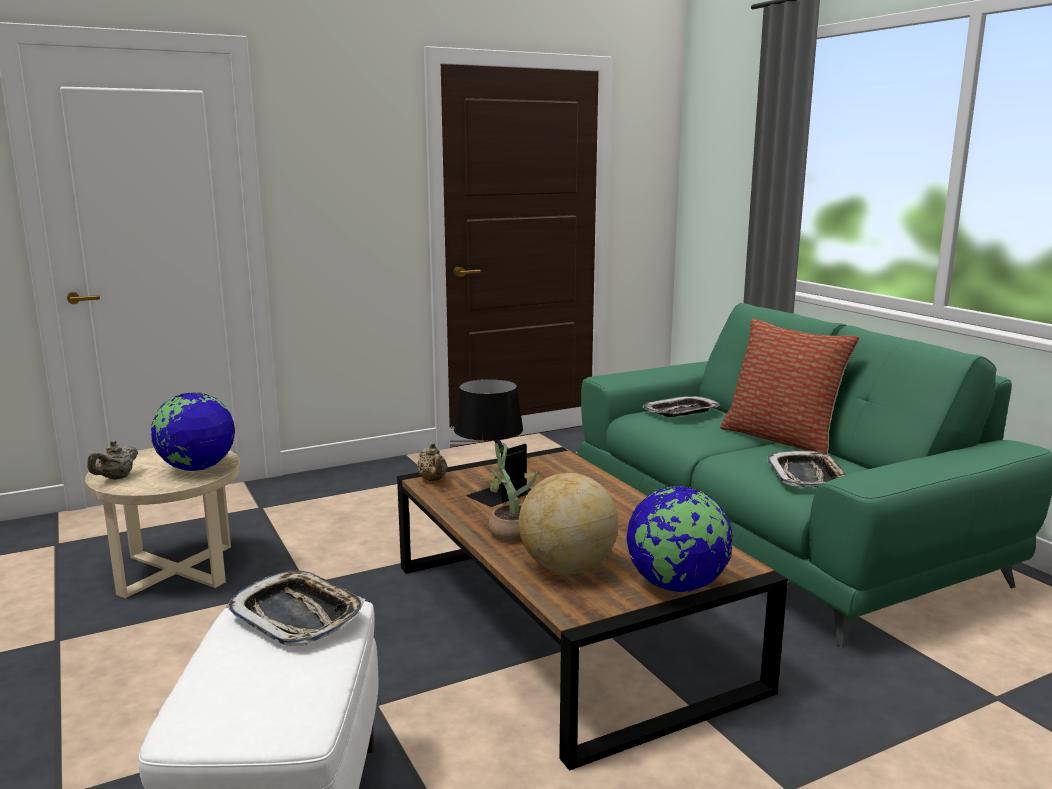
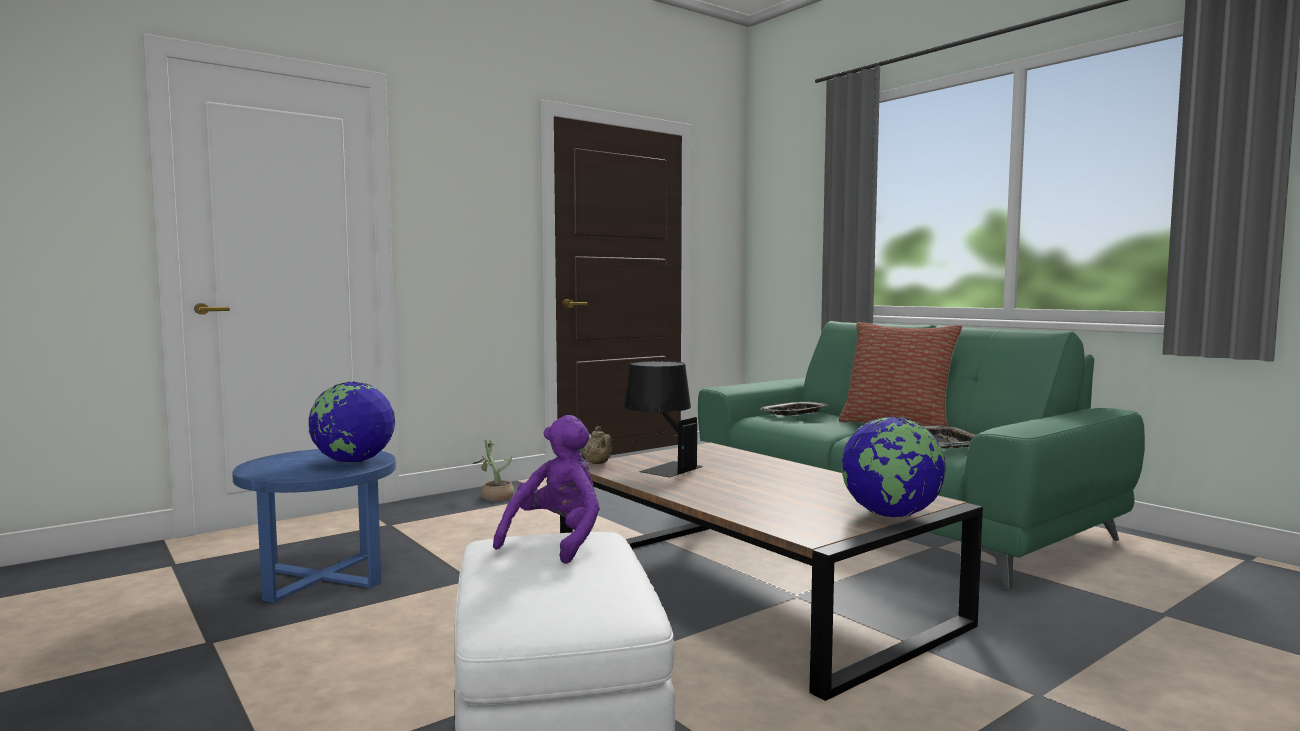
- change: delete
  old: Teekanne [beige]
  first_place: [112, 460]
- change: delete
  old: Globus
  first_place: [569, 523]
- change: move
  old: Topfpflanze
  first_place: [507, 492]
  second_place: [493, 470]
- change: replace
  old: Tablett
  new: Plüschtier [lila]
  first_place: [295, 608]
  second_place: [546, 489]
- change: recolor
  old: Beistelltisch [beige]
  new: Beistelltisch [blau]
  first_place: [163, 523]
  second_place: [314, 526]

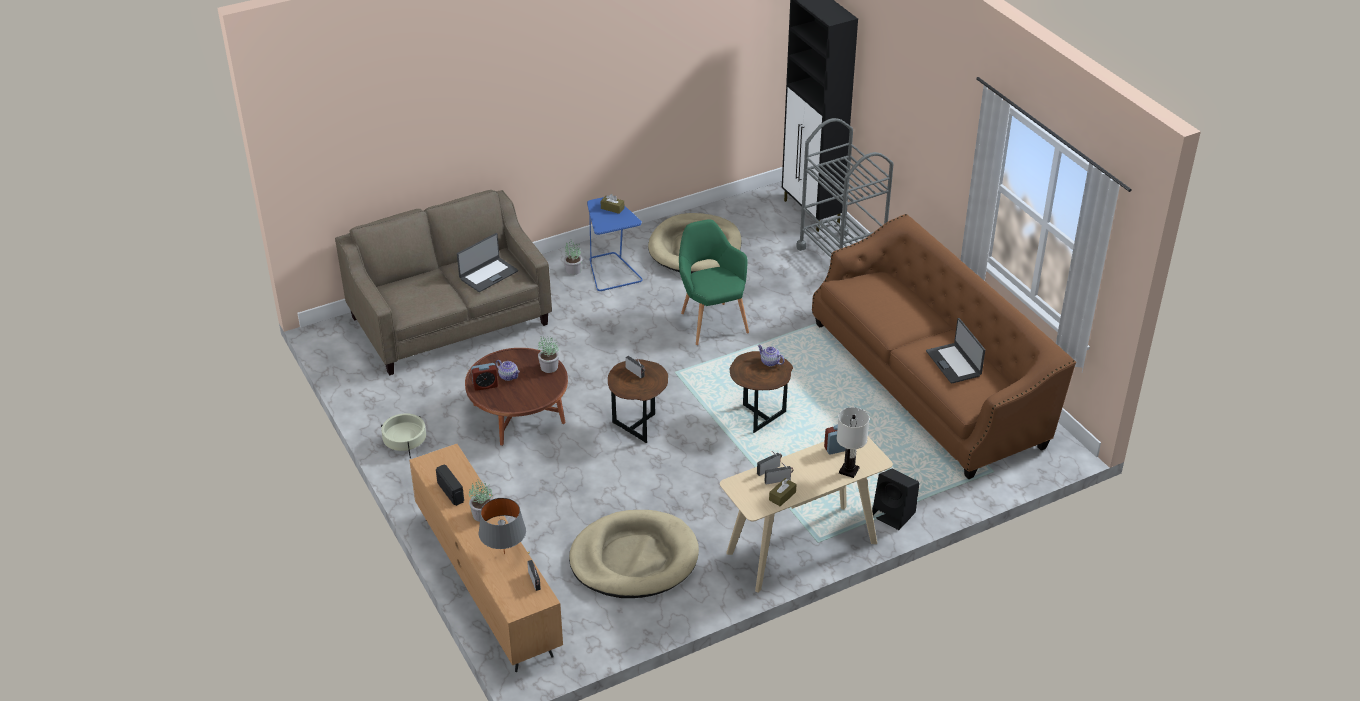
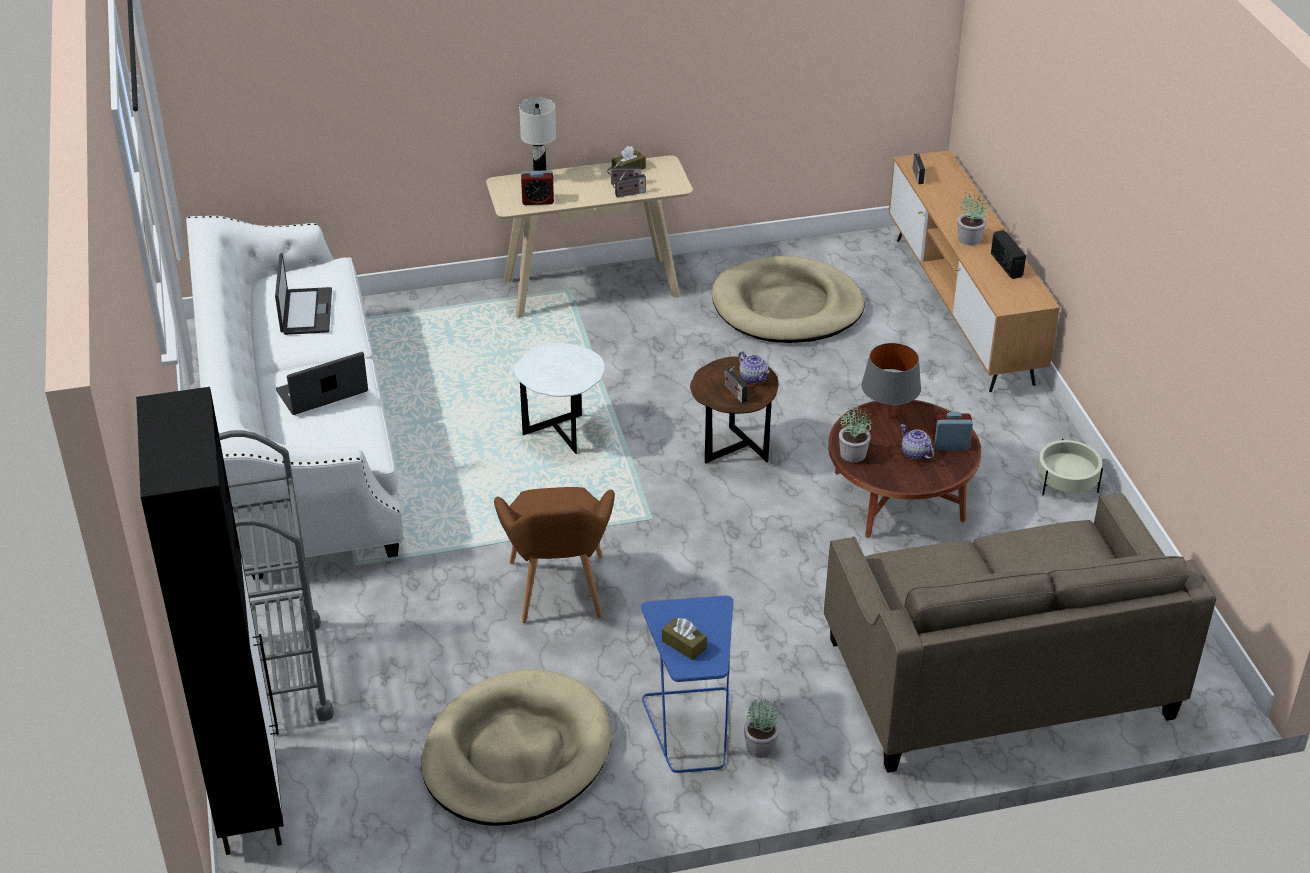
- change: delete
  old: Lautsprecher [schwarz]
  first_place: [895, 499]
- change: move
  old: Laptop
  first_place: [487, 262]
  second_place: [322, 383]
- change: move
  old: Tischlampe [grau]
  first_place: [502, 526]
  second_place: [891, 380]
- change: move
  old: Teekanne
  first_place: [770, 356]
  second_place: [754, 368]
- change: recolor
  old: Sessel [grün]
  new: Sessel [braun]
  first_place: [714, 282]
  second_place: [554, 555]
- change: recolor
  old: Beistelltisch [braun]
  new: Beistelltisch [weiß]
  first_place: [761, 392]
  second_place: [559, 398]
- change: recolor
  old: Sofa [braun]
  new: Sofa [weiß]
  first_place: [944, 346]
  second_place: [295, 398]

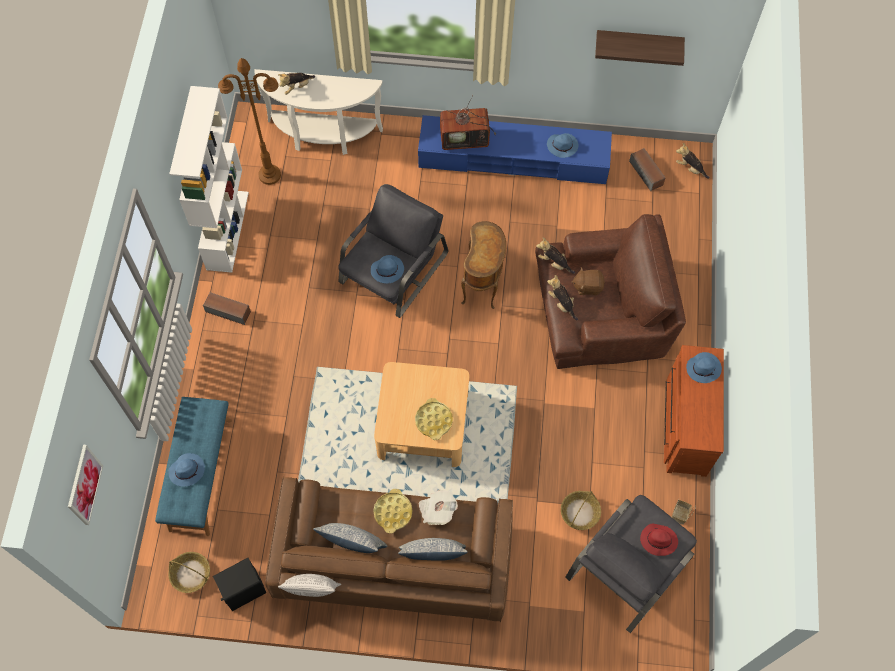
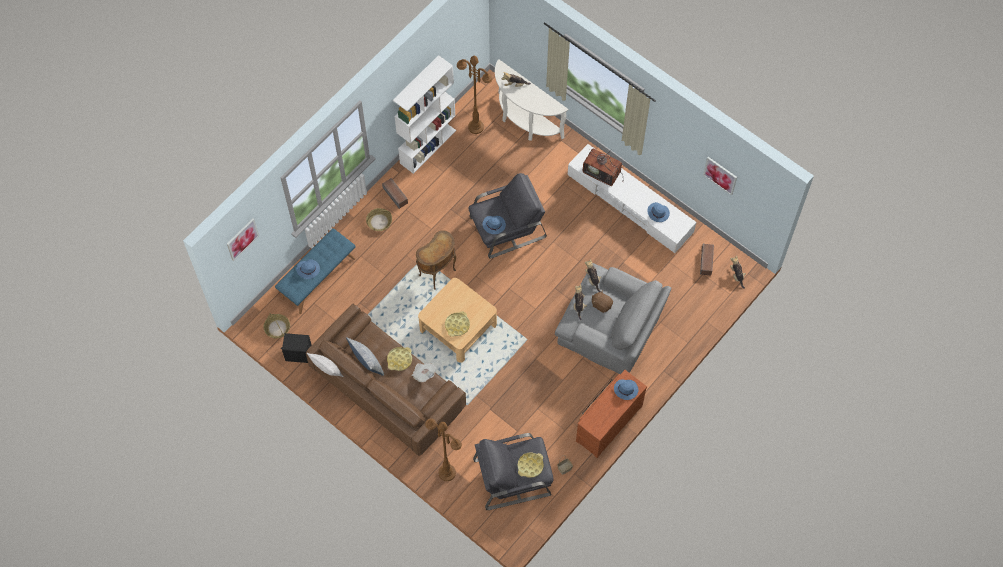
- change: delete
  old: Kissen
  first_place: [433, 549]
- change: insert
  new: Stehlampe [braun]
  second_place: [443, 449]
- change: move
  old: Beistelltisch [braun]
  first_place: [483, 265]
  second_place: [436, 259]
- change: move
  old: Korb
  first_place: [581, 510]
  second_place: [379, 219]
- change: replace
  old: Wandregal
  new: Bild
  first_place: [640, 48]
  second_place: [720, 176]
- change: replace
  old: Hut [rot]
  new: Tablett [gelb]
  first_place: [659, 540]
  second_place: [531, 465]
- change: recolor
  old: Fernsehschrank [blau]
  new: Fernsehschrank [weiß]
  first_place: [515, 149]
  second_place: [632, 198]
- change: recolor
  old: Sessel [braun]
  new: Sessel [grau]
  first_place: [610, 291]
  second_place: [613, 318]

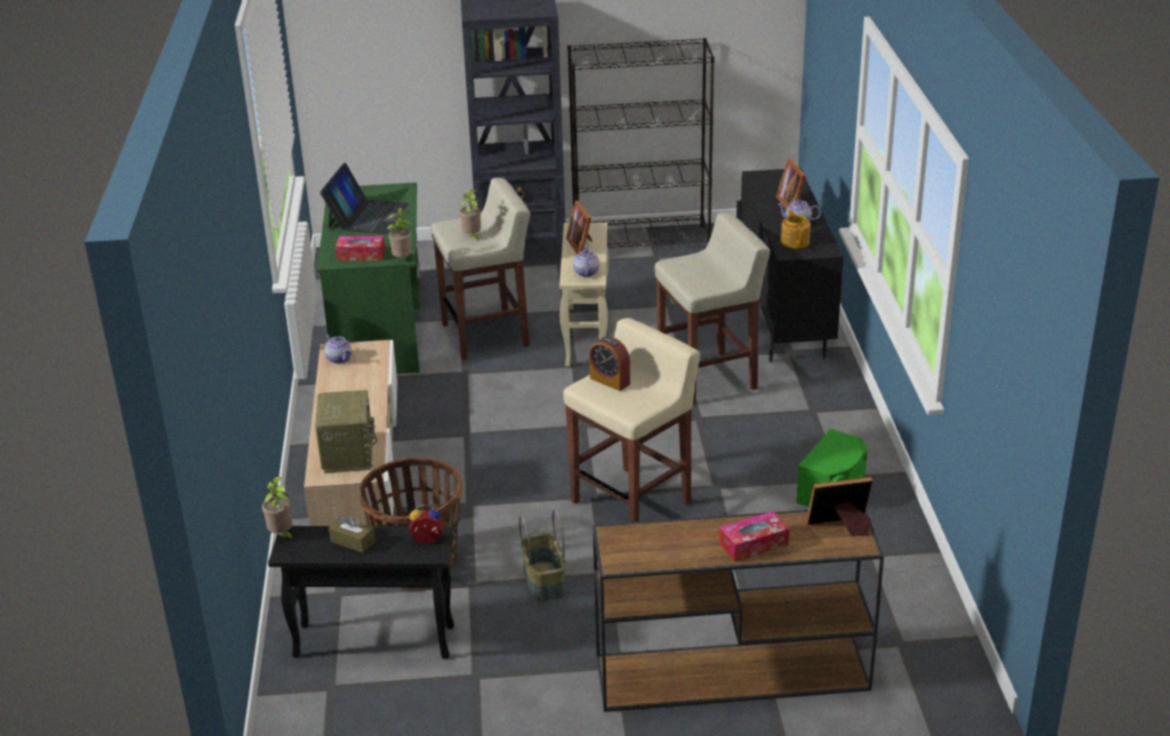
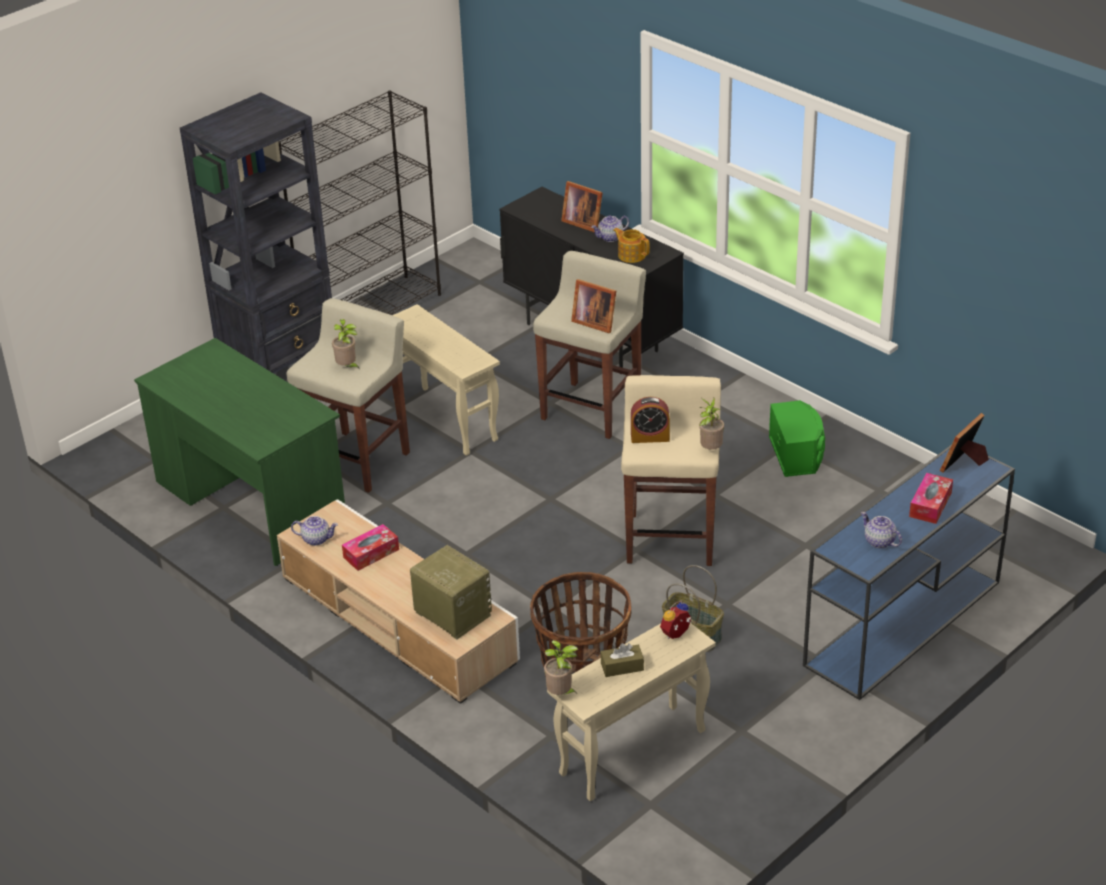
- change: delete
  old: Laptop
  first_place: [364, 198]
- change: move
  old: Taschentuchbox
  first_place: [360, 248]
  second_place: [370, 547]
- change: move
  old: Topfpflanze
  first_place: [399, 232]
  second_place: [711, 424]
- change: move
  old: Bilderrahmen
  first_place: [579, 227]
  second_place: [593, 306]
- change: move
  old: Teekanne
  first_place: [586, 261]
  second_place: [881, 530]
- change: recolor
  old: Beistelltisch [schwarz]
  new: Beistelltisch [beige]
  first_place: [361, 592]
  second_place: [631, 712]
- change: recolor
  old: Konsolentisch [braun]
  new: Konsolentisch [blau]
  first_place: [738, 611]
  second_place: [909, 572]

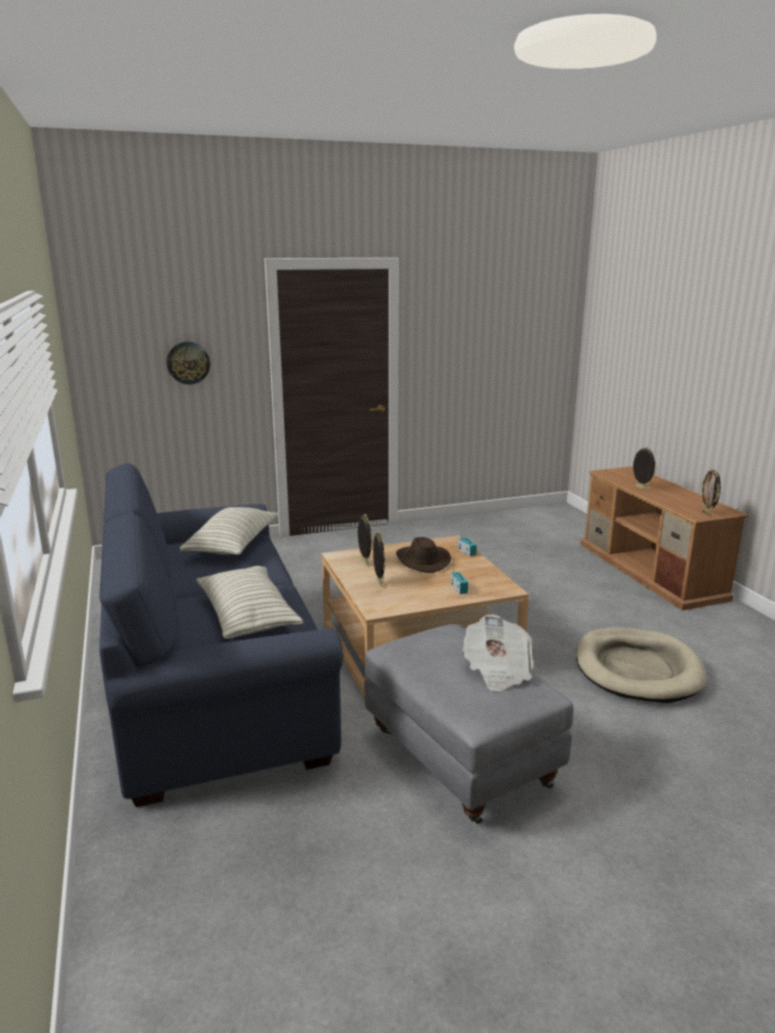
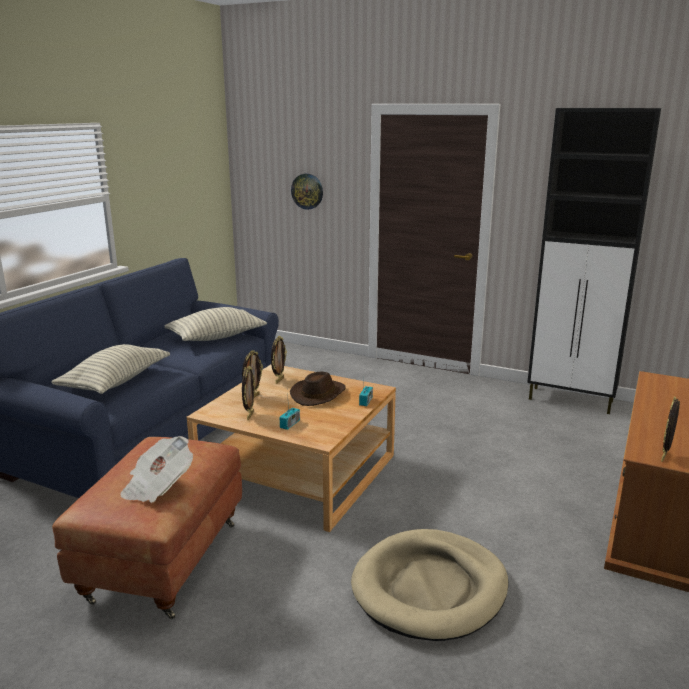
- change: insert
  new: Schrank [schwarz]
  second_place: [594, 261]
- change: move
  old: Bilderrahmen
  first_place: [645, 468]
  second_place: [248, 393]
- change: recolor
  old: Polsterhocker [grau]
  new: Polsterhocker [braun]
  first_place: [468, 724]
  second_place: [147, 528]

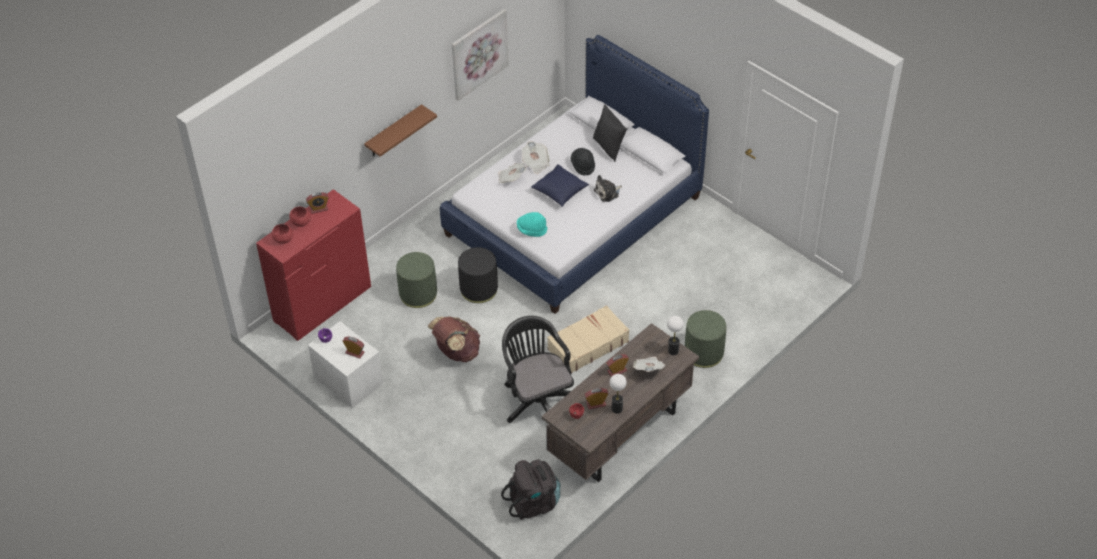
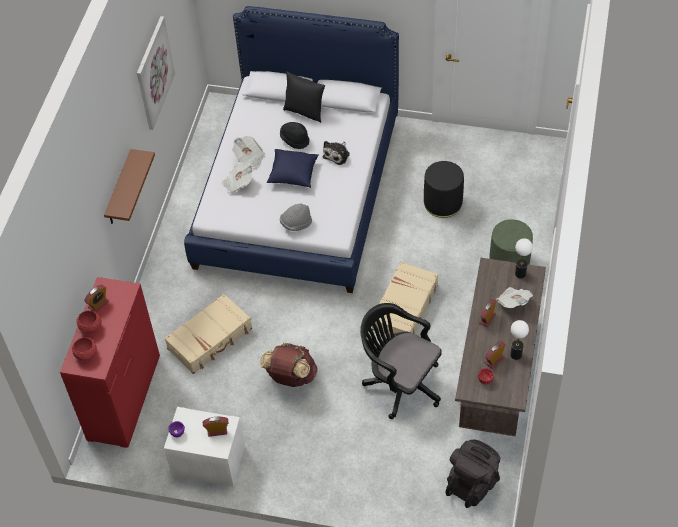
- change: move
  old: Polsterhocker [schwarz]
  first_place: [478, 275]
  second_place: [444, 189]
- change: replace
  old: Polsterhocker [grün]
  new: Koffer [beige]
  first_place: [416, 280]
  second_place: [208, 334]
- change: recolor
  old: Hut [türkis]
  new: Hut [grau]
  first_place: [532, 224]
  second_place: [296, 217]

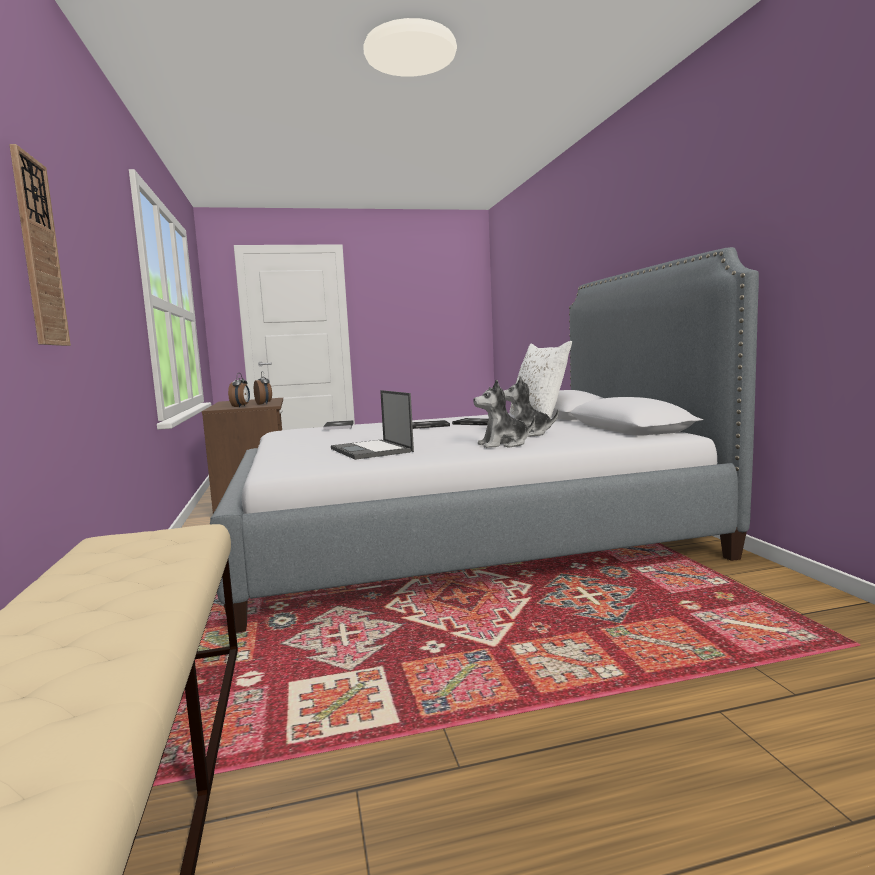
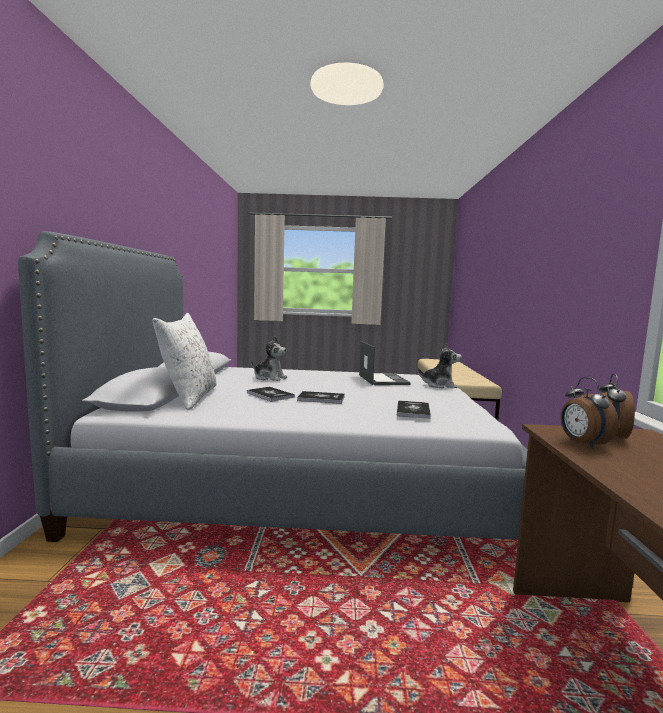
- change: delete
  old: Wanduhr
  first_place: [40, 245]
- change: move
  old: Plüschtier
  first_place: [504, 413]
  second_place: [440, 365]

